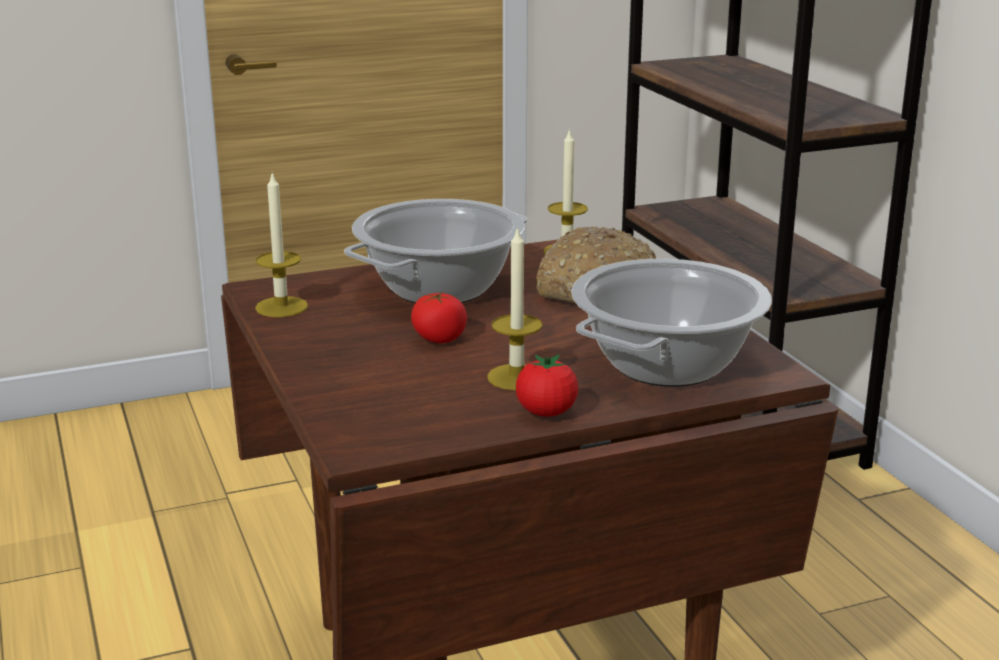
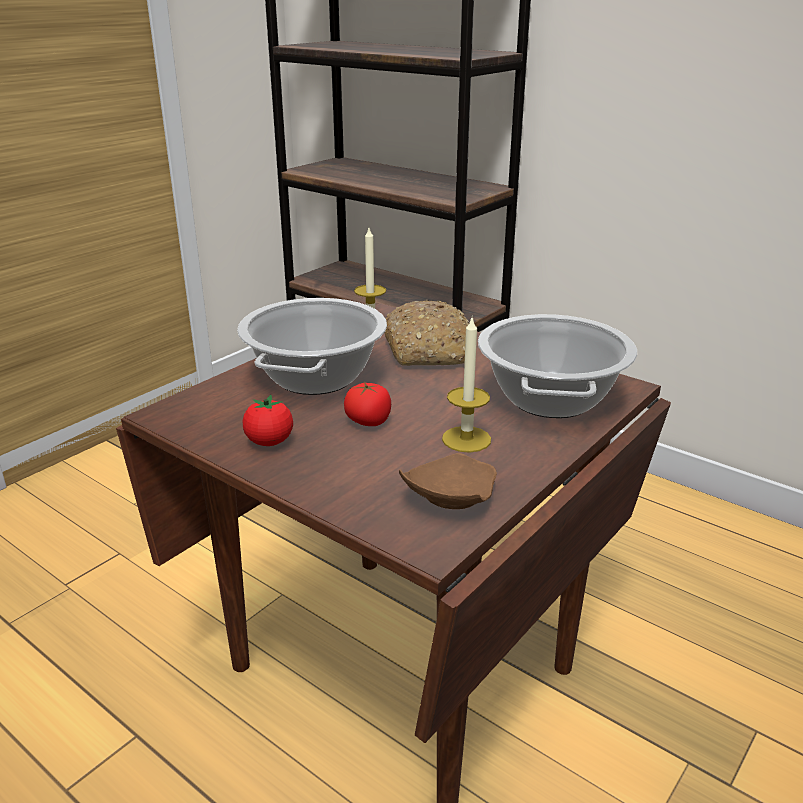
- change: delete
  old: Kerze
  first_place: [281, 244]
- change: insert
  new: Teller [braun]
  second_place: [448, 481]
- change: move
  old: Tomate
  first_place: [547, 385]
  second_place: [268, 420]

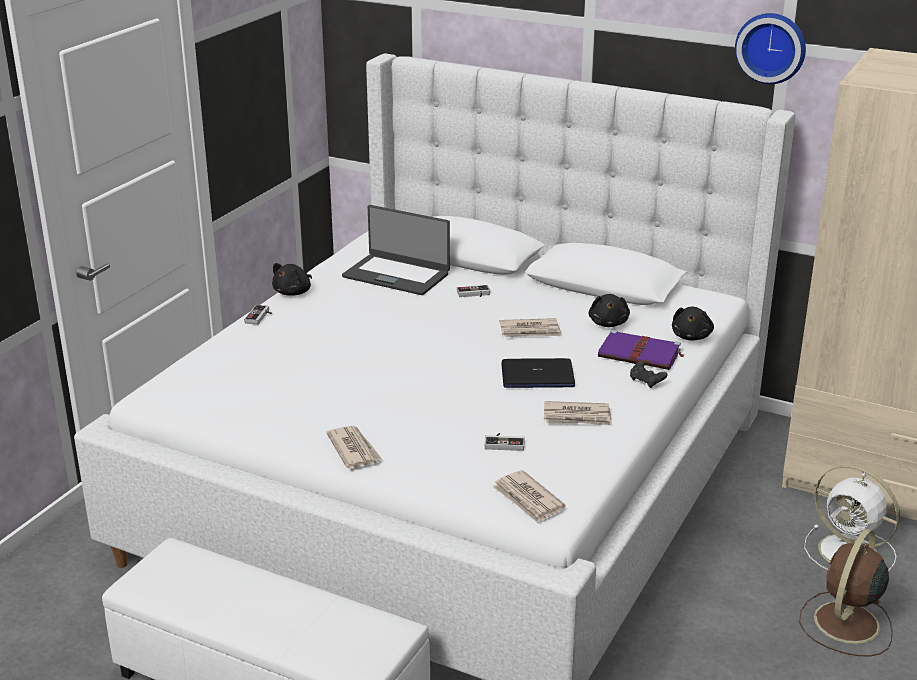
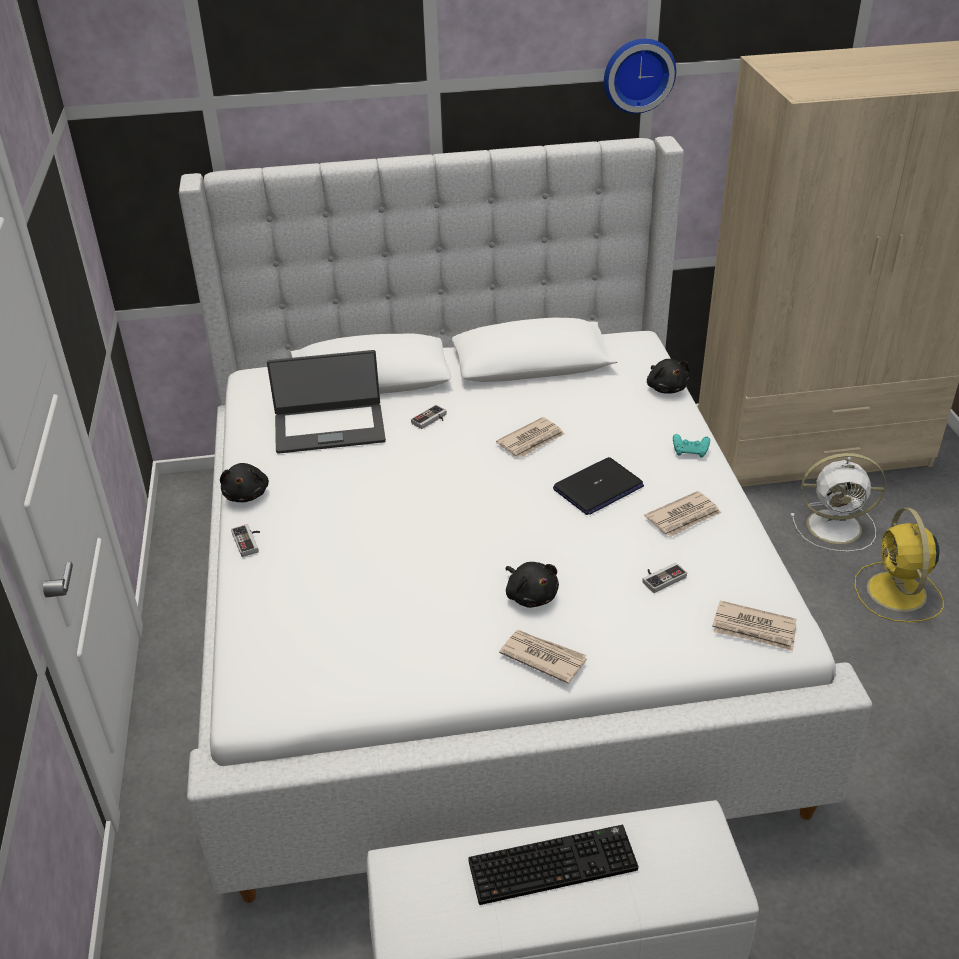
- change: delete
  old: Buch [lila]
  first_place: [641, 350]
- change: insert
  new: Tastatur
  second_place: [553, 865]
- change: move
  old: Plüschtier [schwarz]
  first_place: [609, 310]
  second_place: [532, 585]
- change: recolor
  old: Gamepad [schwarz]
  new: Gamepad [türkis]
  first_place: [648, 374]
  second_place: [691, 446]
- change: recolor
  old: Ventilator [braun]
  new: Ventilator [gelb]
  first_place: [846, 592]
  second_place: [899, 565]

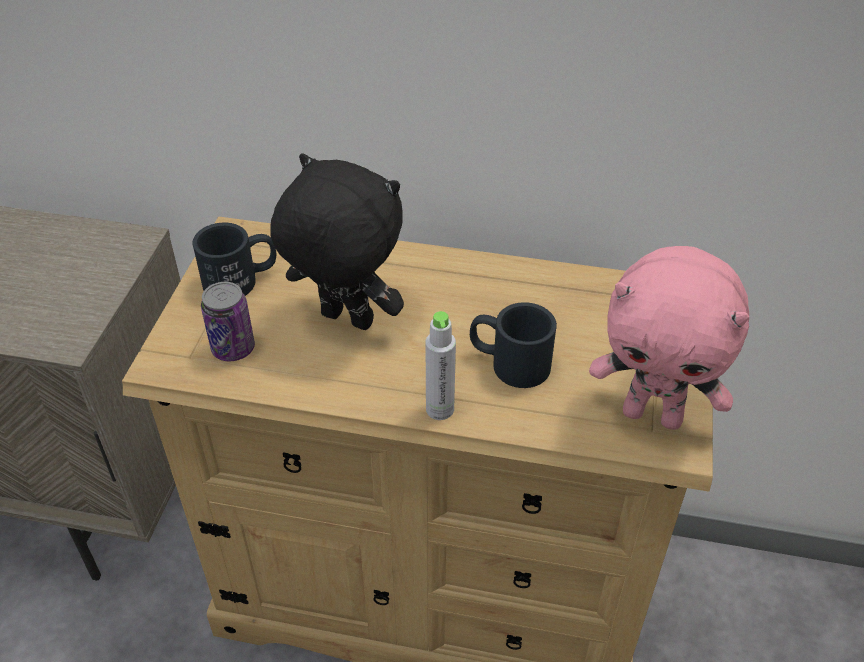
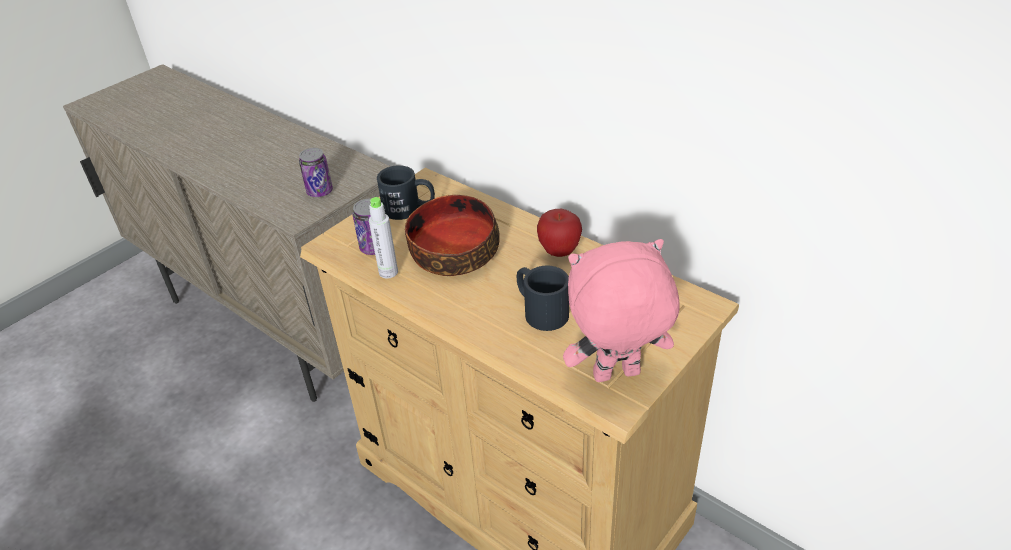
- change: insert
  new: Dose
  second_place: [316, 172]
- change: insert
  new: Apfel
  second_place: [559, 233]
- change: move
  old: Flasche [grau]
  first_place: [440, 365]
  second_place: [383, 238]
- change: replace
  old: Plüschtier [schwarz]
  new: Schüssel
  first_place: [337, 241]
  second_place: [452, 235]
- change: rotate
  old: Plüschtier [rosa]
  first_place: [669, 338]
  second_place: [621, 310]
  degrees: 120

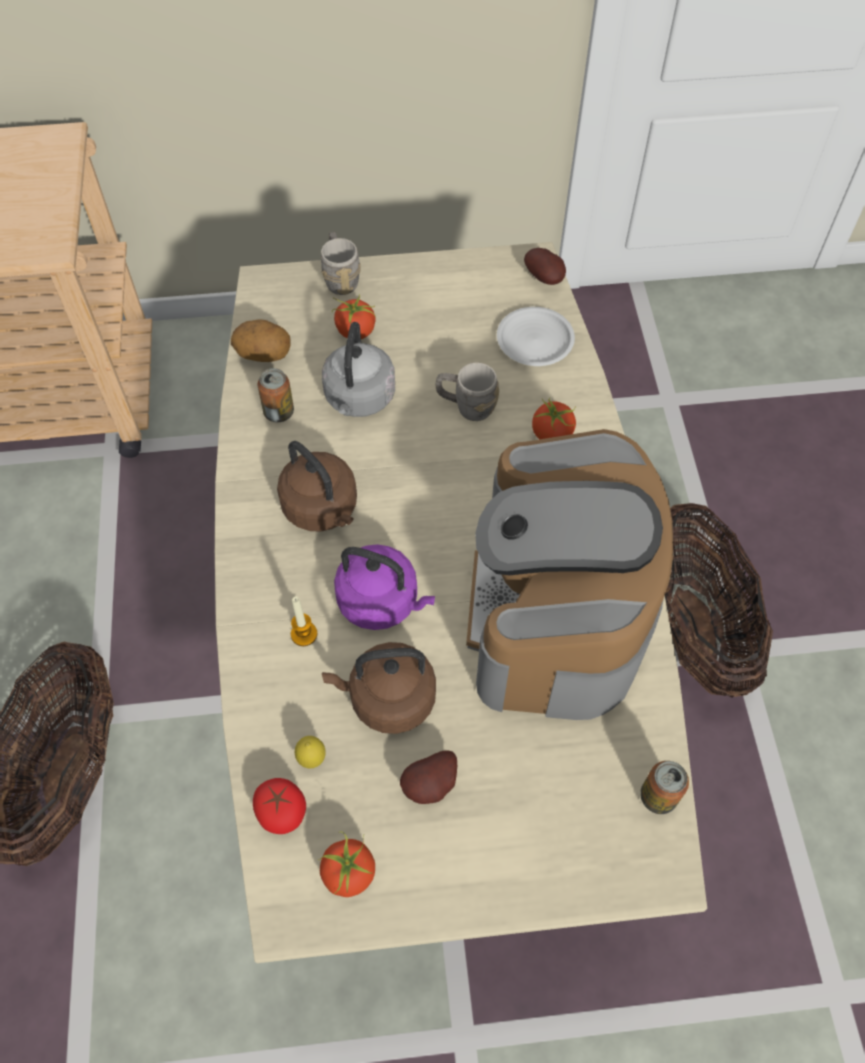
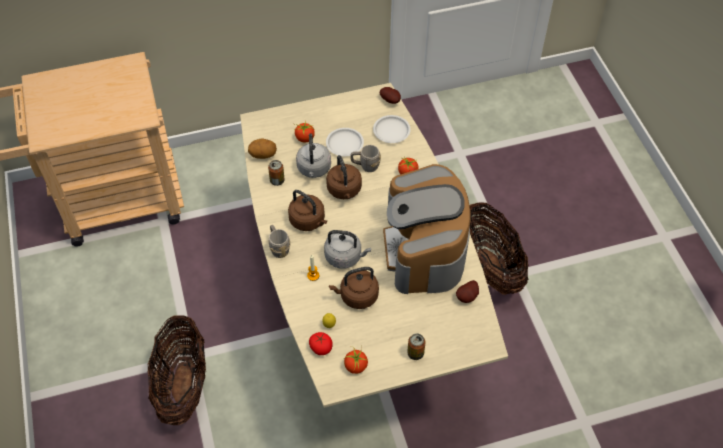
- change: insert
  new: Teller [weiß]
  second_place: [345, 142]
- change: insert
  new: Wasserkessel [braun]
  second_place: [344, 177]
- change: move
  old: Henkelbecher [grau]
  first_place: [341, 263]
  second_place: [280, 241]
- change: move
  old: Kartoffel
  first_place: [428, 777]
  second_place: [467, 291]
- change: move
  old: Dose
  first_place: [664, 787]
  second_place: [416, 346]
- change: recolor
  old: Wasserkessel [lila]
  new: Wasserkessel [grau]
  first_place: [384, 587]
  second_place: [347, 249]

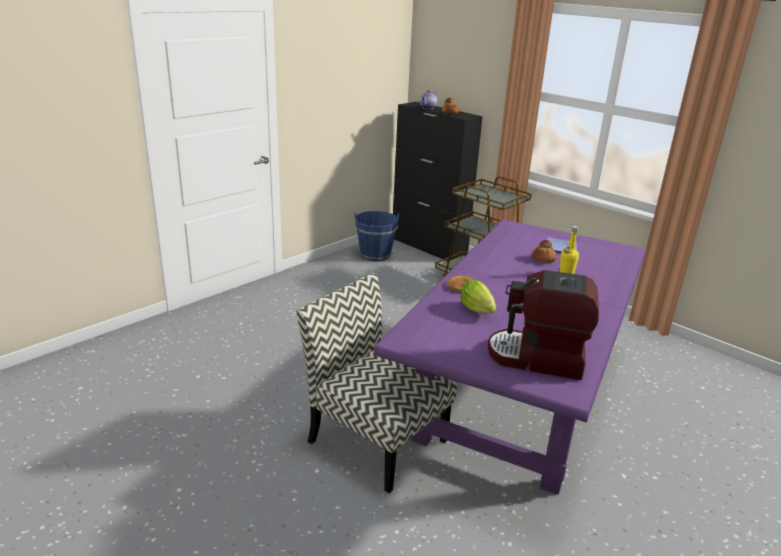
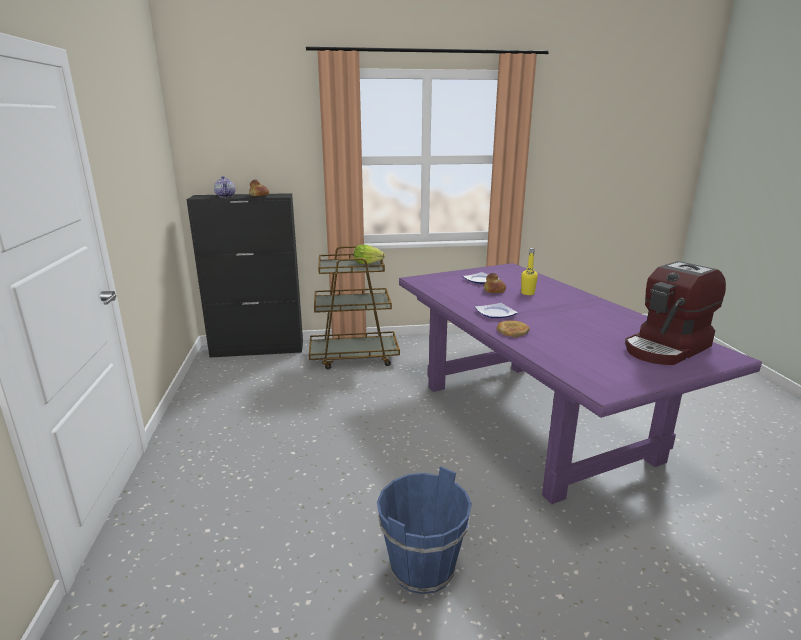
- change: delete
  old: Stuhl
  first_place: [377, 383]
- change: insert
  new: Teller
  second_place: [496, 310]
- change: move
  old: Eimer [blau]
  first_place: [377, 236]
  second_place: [424, 530]
- change: move
  old: Salatkopf
  first_place: [478, 296]
  second_place: [369, 254]

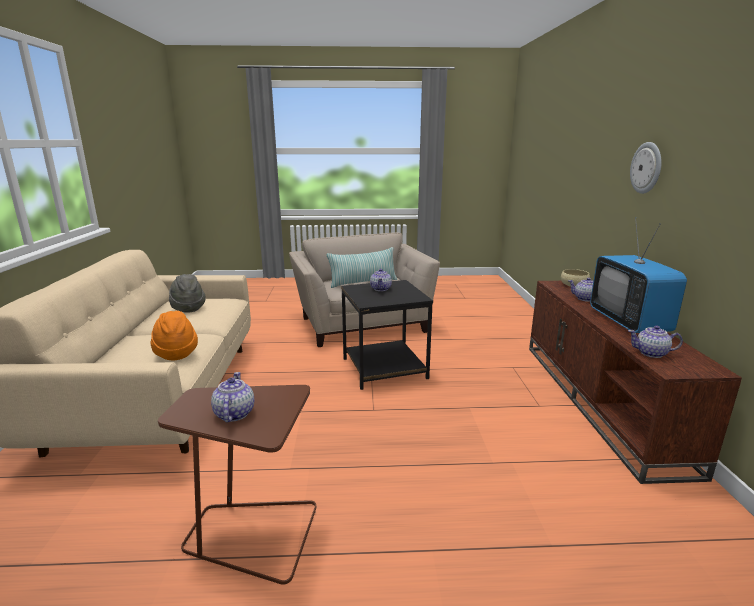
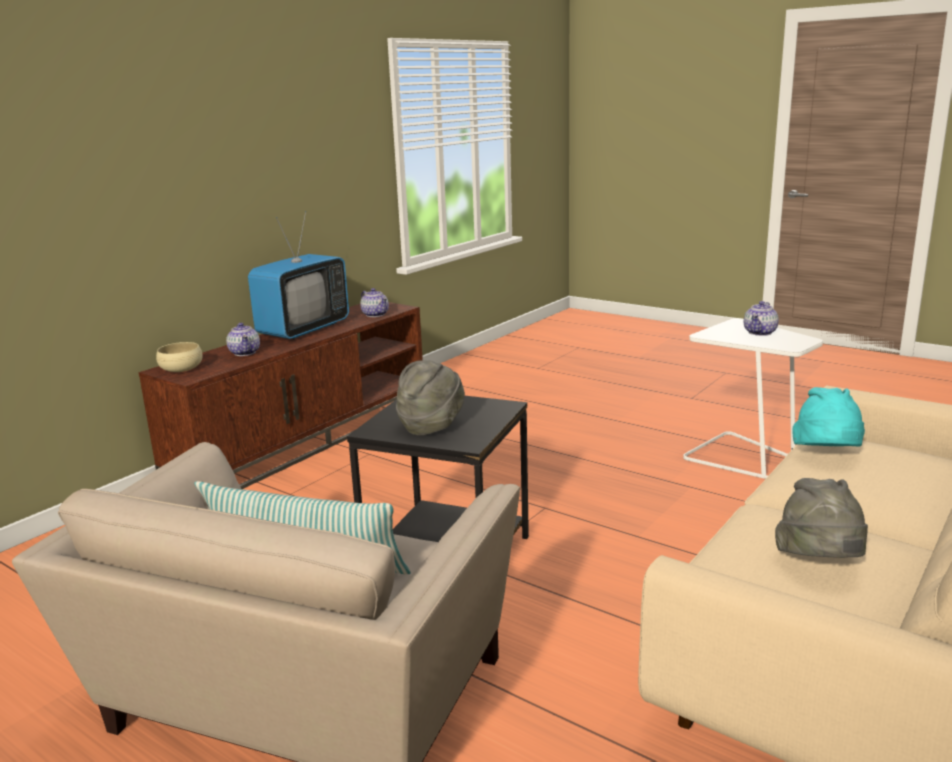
- change: delete
  old: Wanduhr
  first_place: [645, 168]
- change: replace
  old: Teekanne
  new: Hut [grau]
  first_place: [381, 280]
  second_place: [430, 398]
- change: recolor
  old: Hut [orange]
  new: Hut [türkis]
  first_place: [174, 335]
  second_place: [828, 417]
- change: recolor
  old: Beistelltisch [braun]
  new: Beistelltisch [weiß]
  first_place: [237, 485]
  second_place: [753, 398]

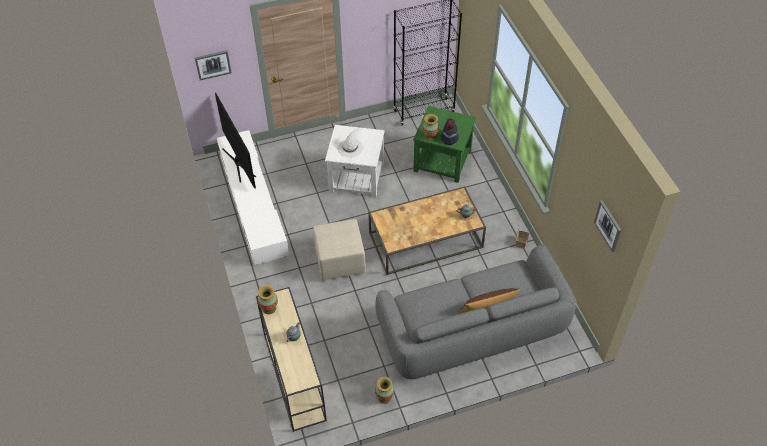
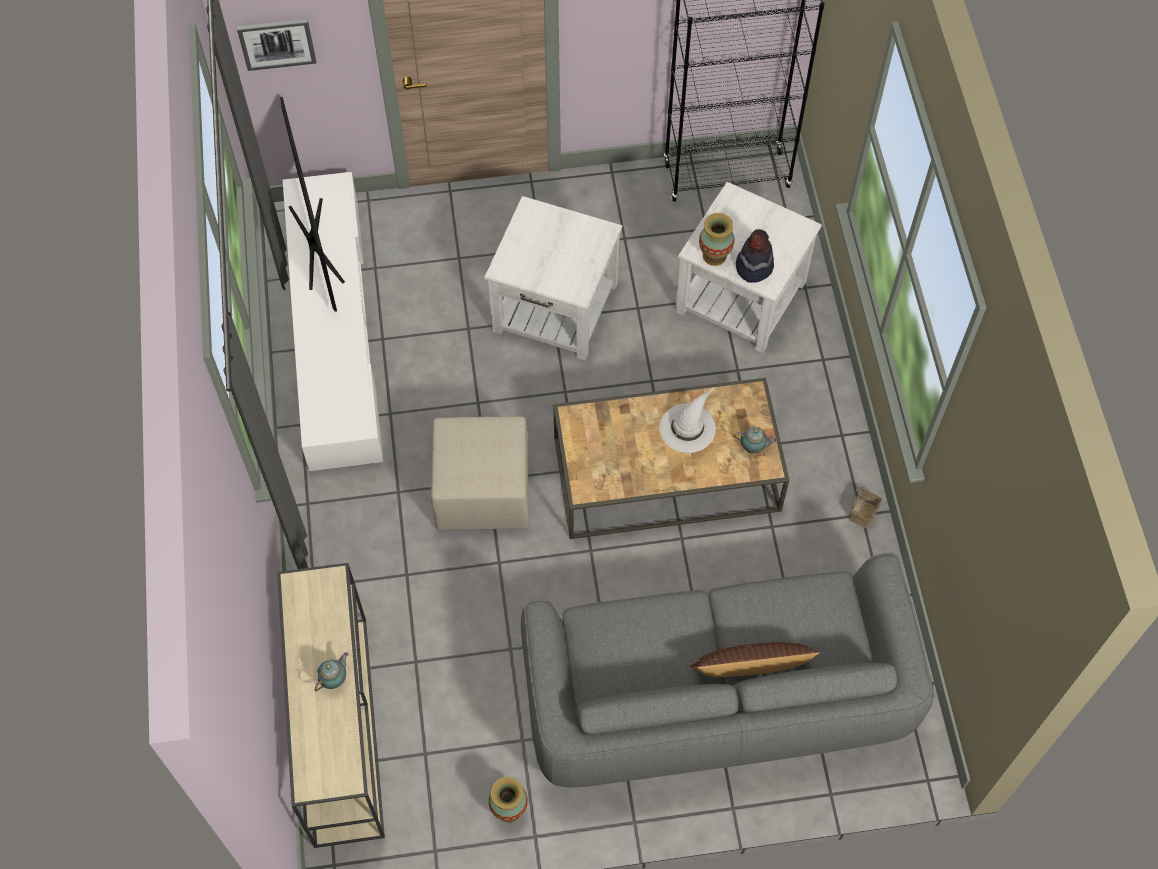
- change: delete
  old: Vase
  first_place: [268, 299]
- change: delete
  old: Bild
  first_place: [607, 226]
- change: move
  old: Hut [weiß]
  first_place: [350, 143]
  second_place: [687, 420]
- change: recolor
  old: Beistelltisch [grün]
  new: Beistelltisch [weiß]
  first_place: [444, 144]
  second_place: [748, 268]

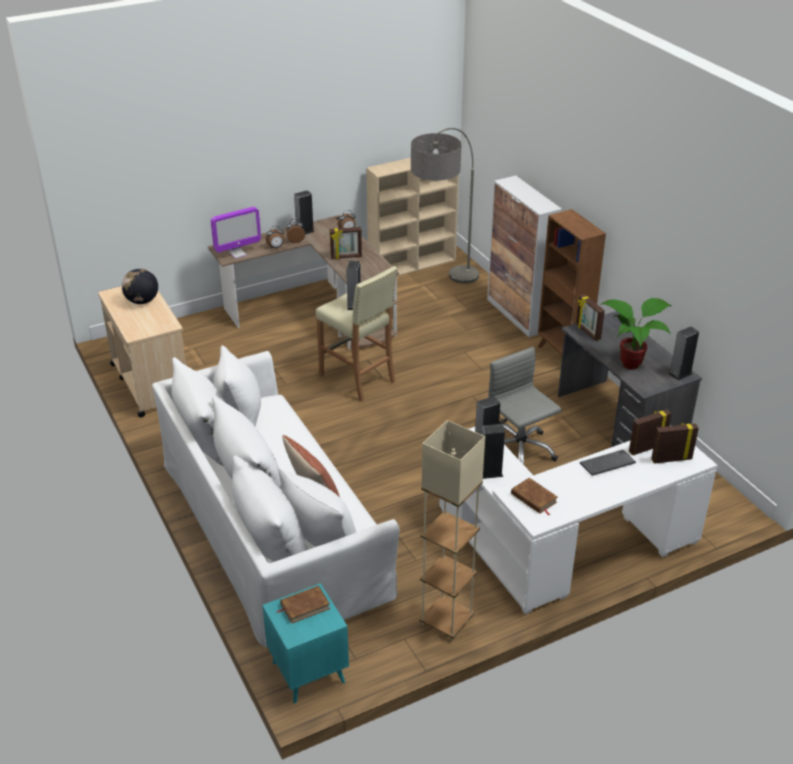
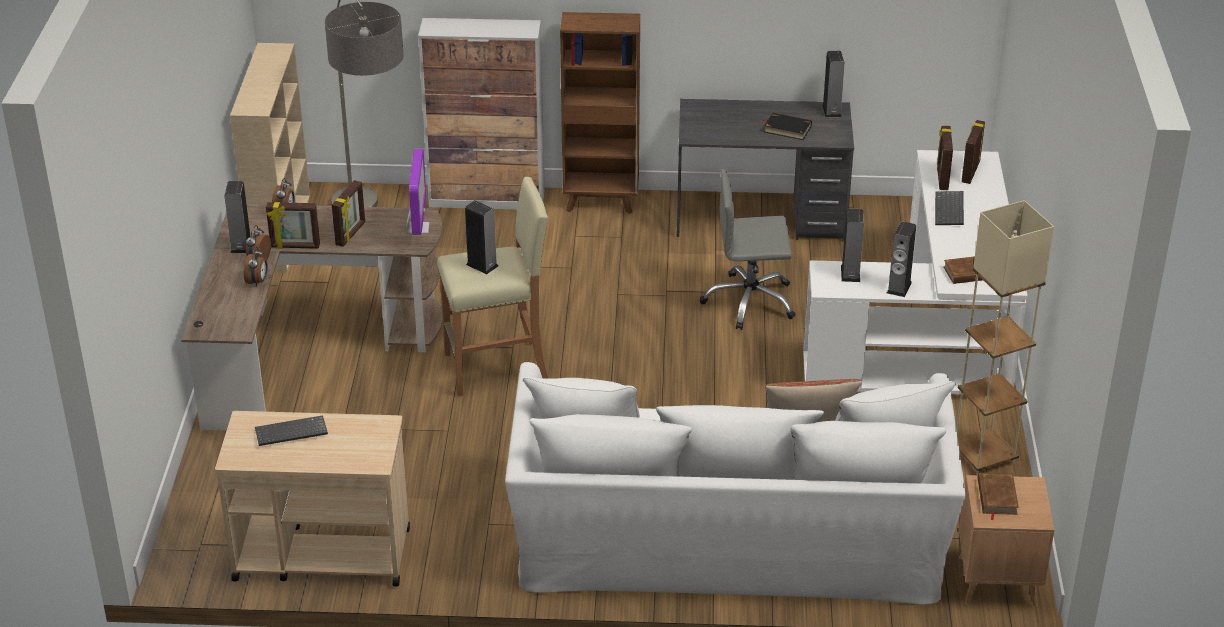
- change: move
  old: Monitor
  first_place: [236, 233]
  second_place: [418, 192]
- change: move
  old: Bilderrahmen
  first_place: [590, 317]
  second_place: [293, 225]
- change: replace
  old: Globus
  new: Tastatur
  first_place: [140, 286]
  second_place: [291, 430]
- change: replace
  old: Topfpflanze
  new: Buch [schwarz]
  first_place: [635, 334]
  second_place: [787, 126]
- change: recolor
  old: Beistelltisch [türkis]
  new: Beistelltisch [braun]
  first_place: [305, 643]
  second_place: [1006, 540]

